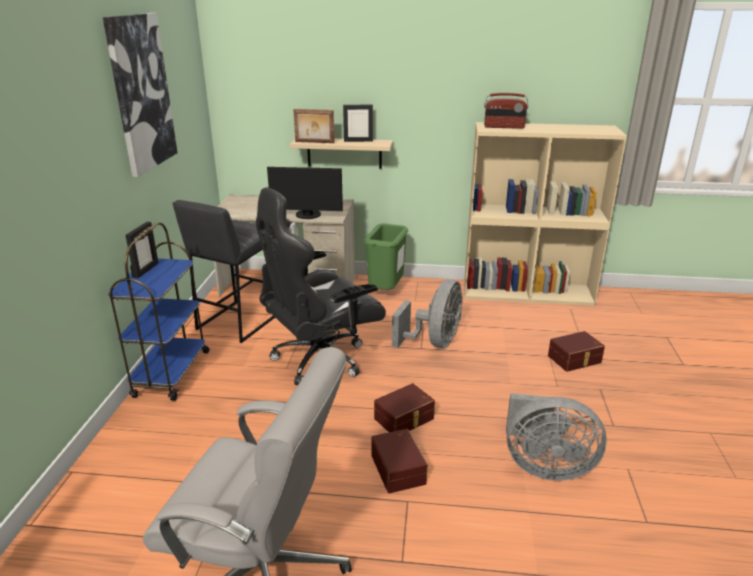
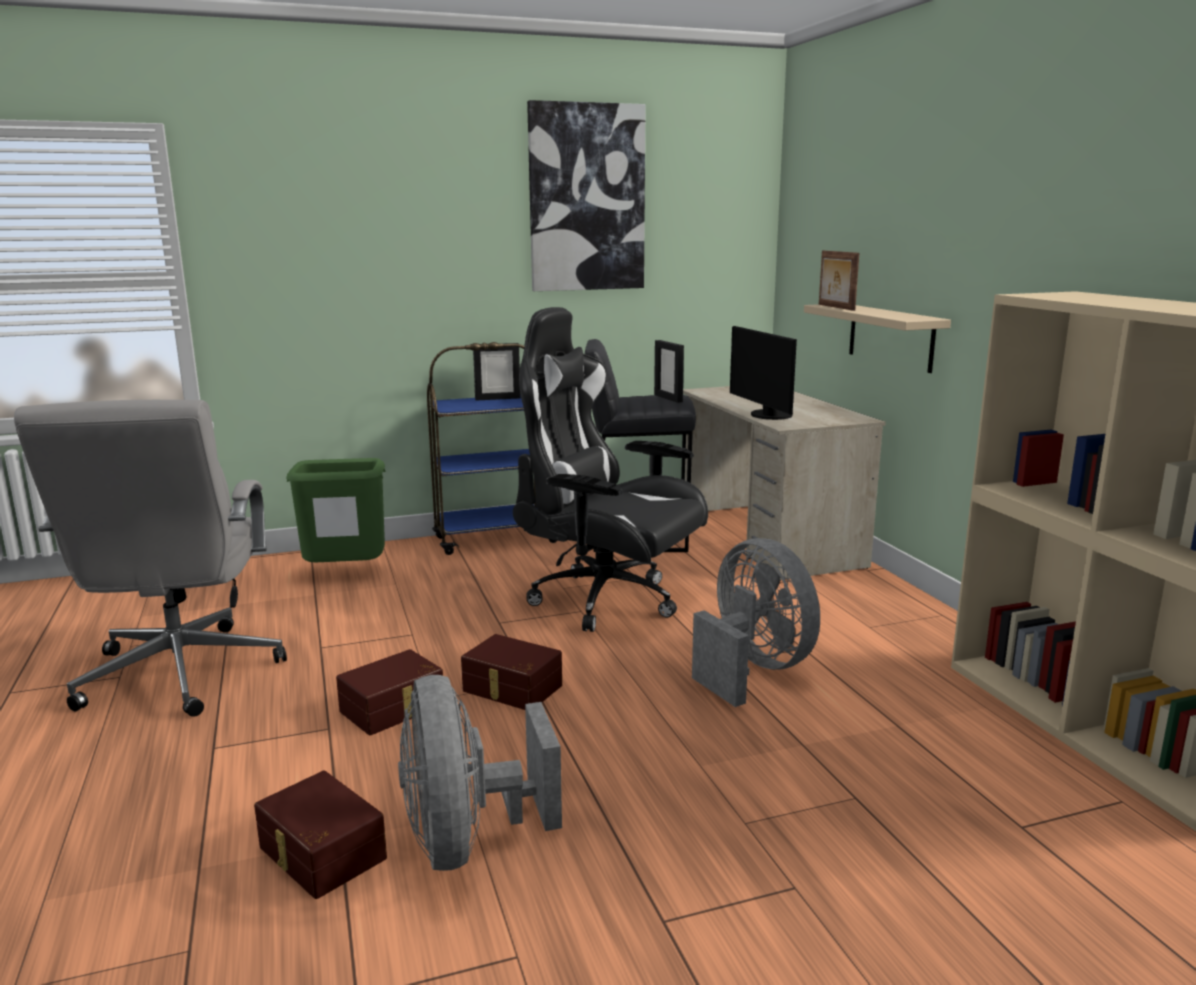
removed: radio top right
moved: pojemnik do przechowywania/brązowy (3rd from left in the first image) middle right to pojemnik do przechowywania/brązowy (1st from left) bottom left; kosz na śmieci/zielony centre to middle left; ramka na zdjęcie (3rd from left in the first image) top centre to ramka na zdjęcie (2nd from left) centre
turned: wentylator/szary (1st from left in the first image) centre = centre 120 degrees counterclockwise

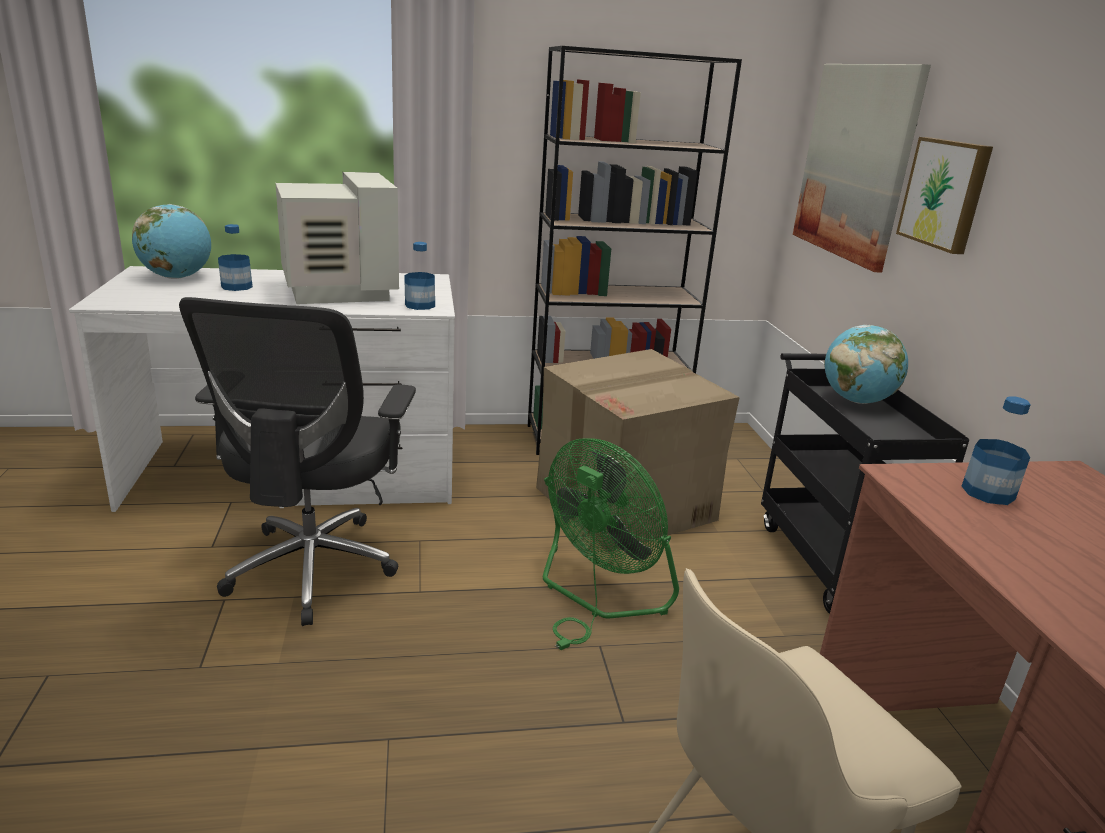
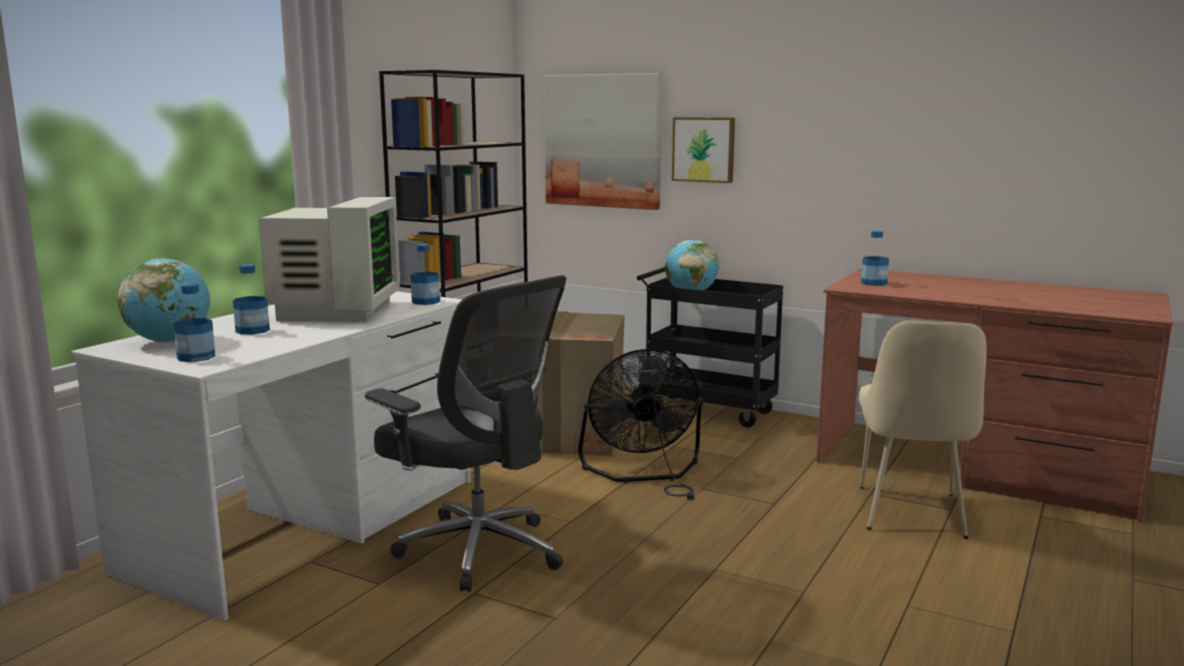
added: butelka (1st from left) middle left
recoloured: wentylator/zielony centre to wentylator/czarny centre
turned: monitor top left = middle left 75 degrees clockwise

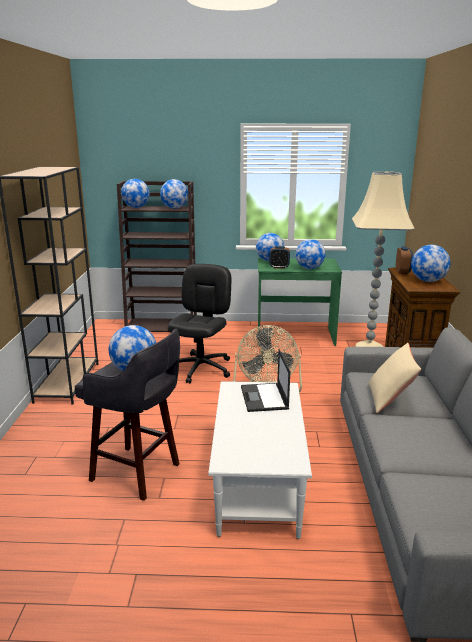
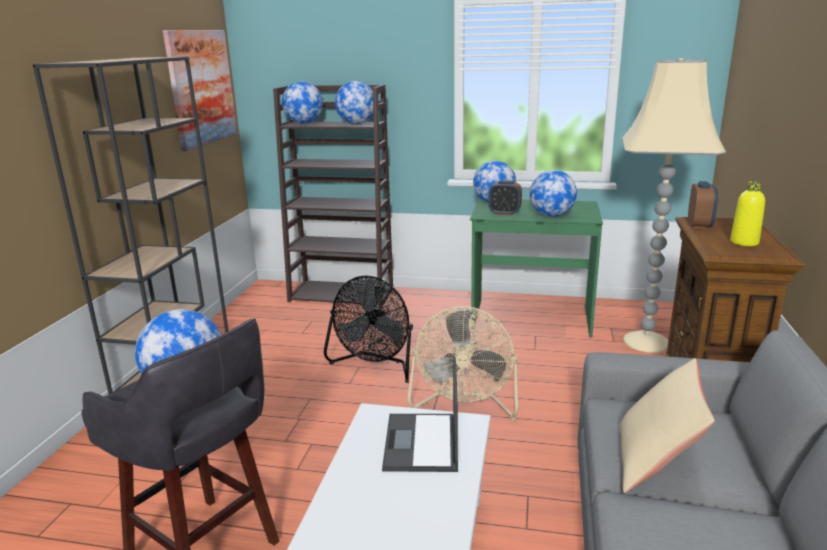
added: obraz top left
replaced: krzesło biurowe/czarny centre to wentylator/czarny centre; globus (6th from left) middle right to butelka/żółty middle right

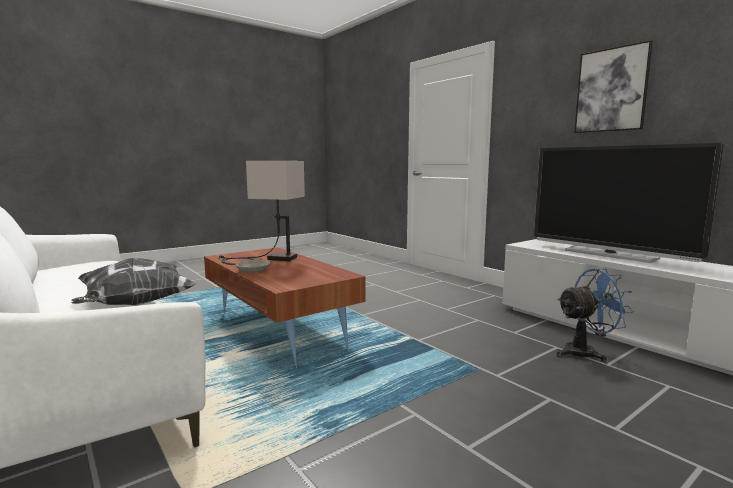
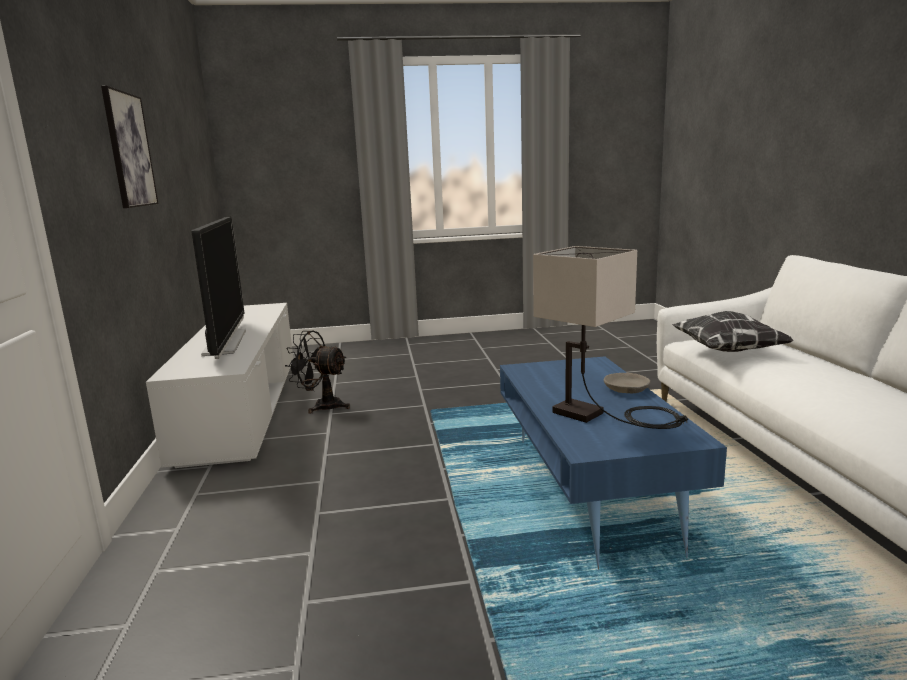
recoloured: wentylator/niebieski middle right to wentylator/czarny centre; ława/brązowy centre to ława/niebieski bottom right

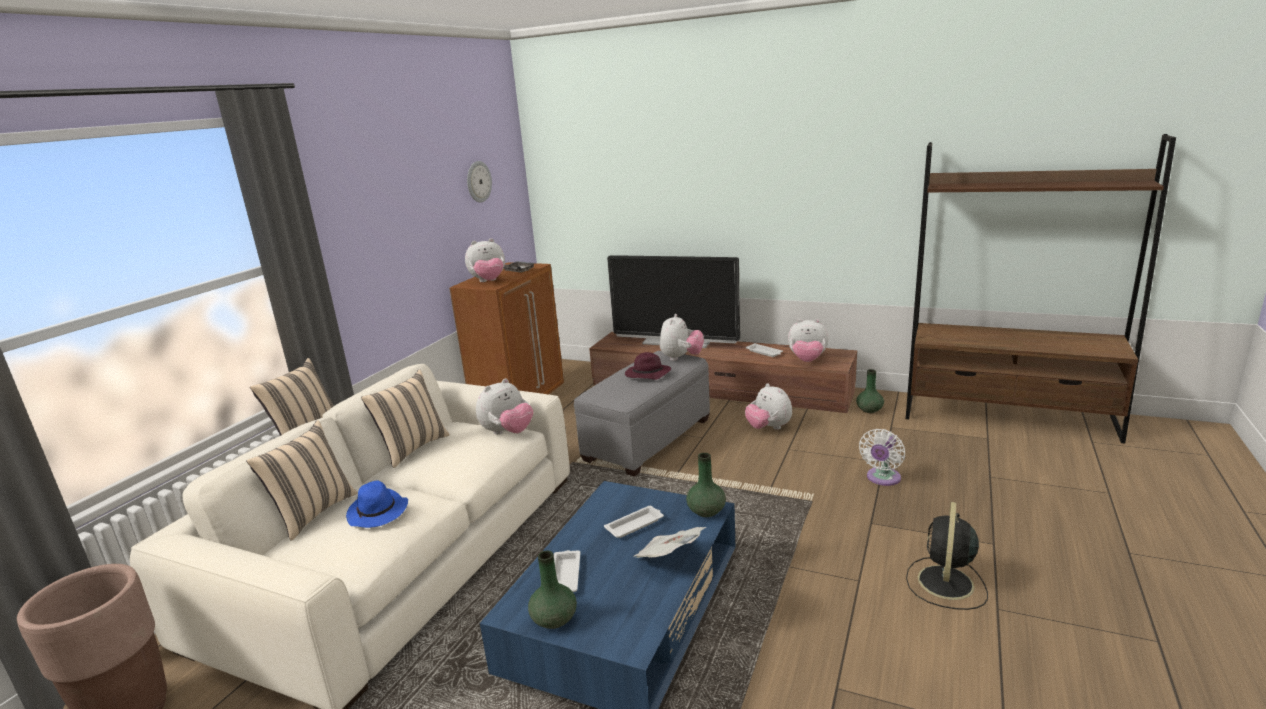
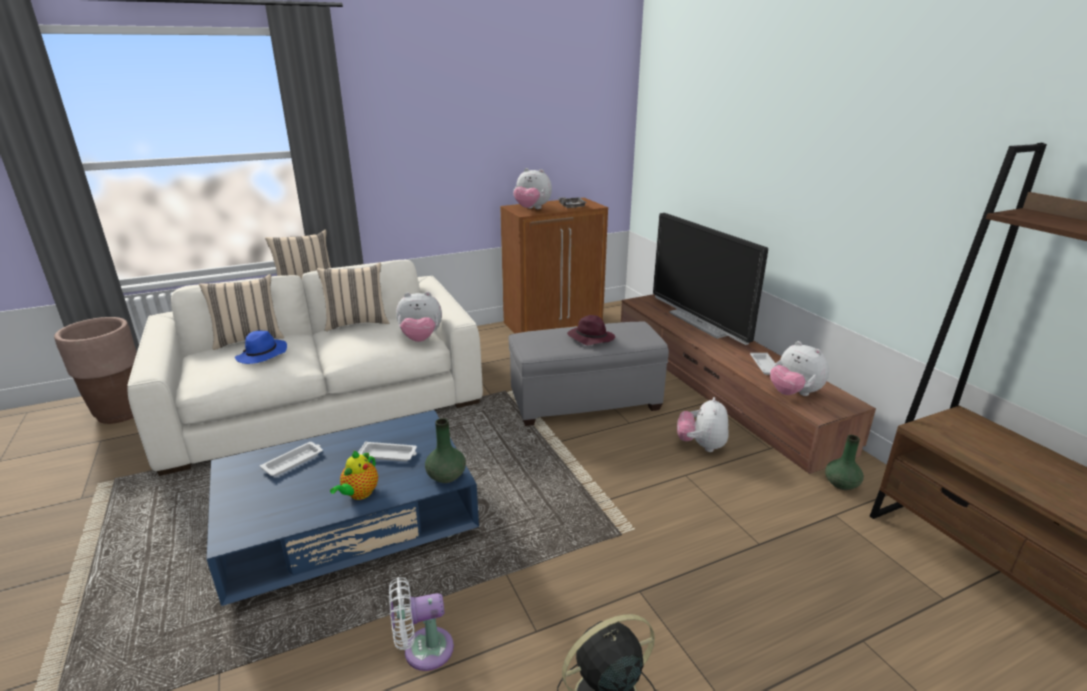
removed: zegar ścienny top centre; wazon/zielony (1st from left) bottom centre; pluszak (3rd from left) centre
moved: wentylator/biały middle right to bottom centre
replaced: gazeta bottom centre to imbryk bottom left

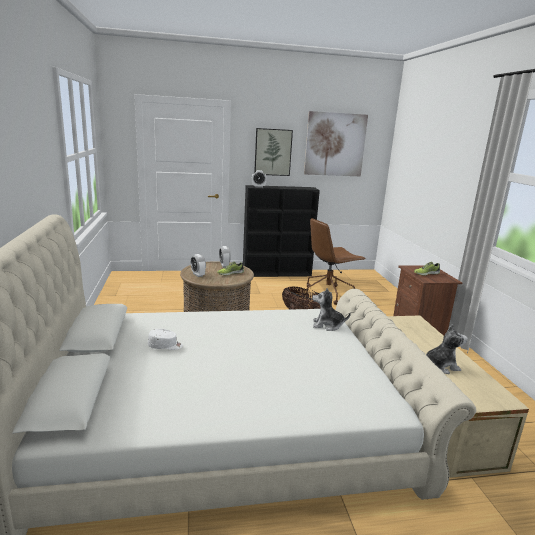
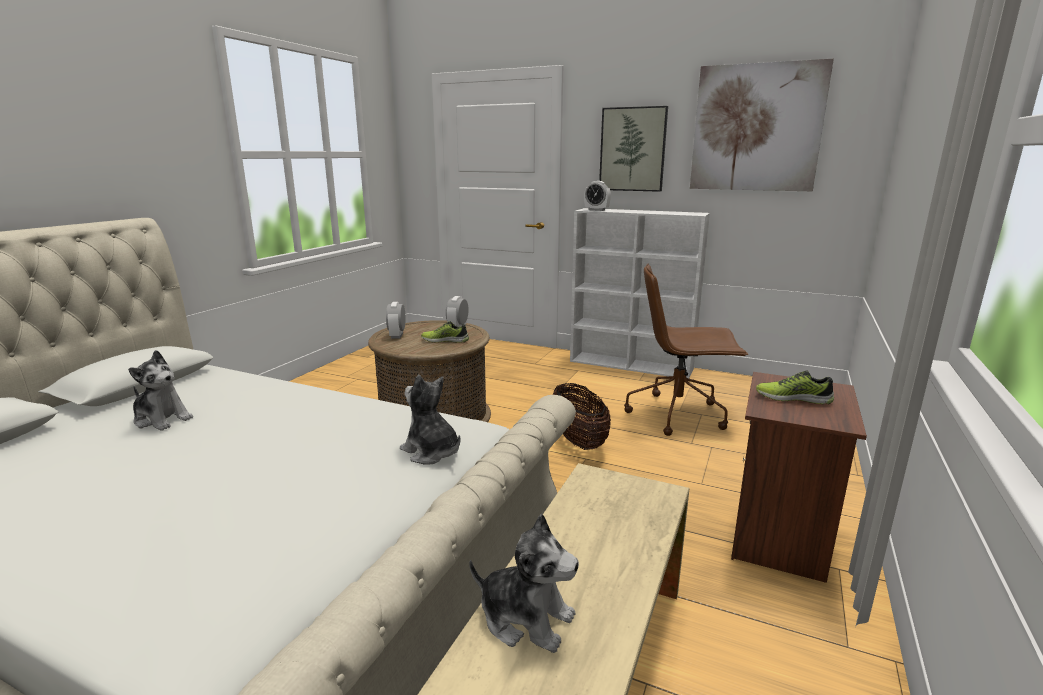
replaced: czapka z daszkiem/biały middle left to pluszak (1st from left) middle left
recoloured: regał/czarny centre to regał/biały centre

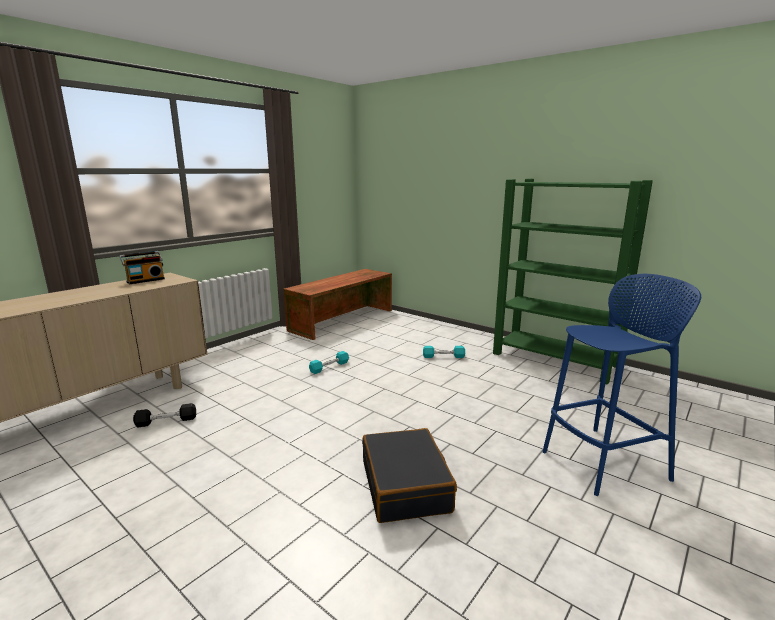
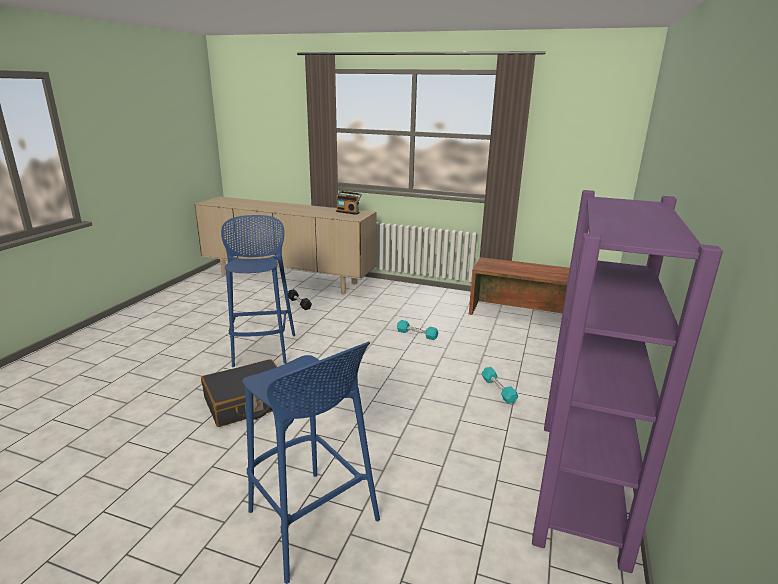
added: stołek/niebieski (1st from left) middle left
recoloured: regał/zielony middle right to regał/fioletowy middle right

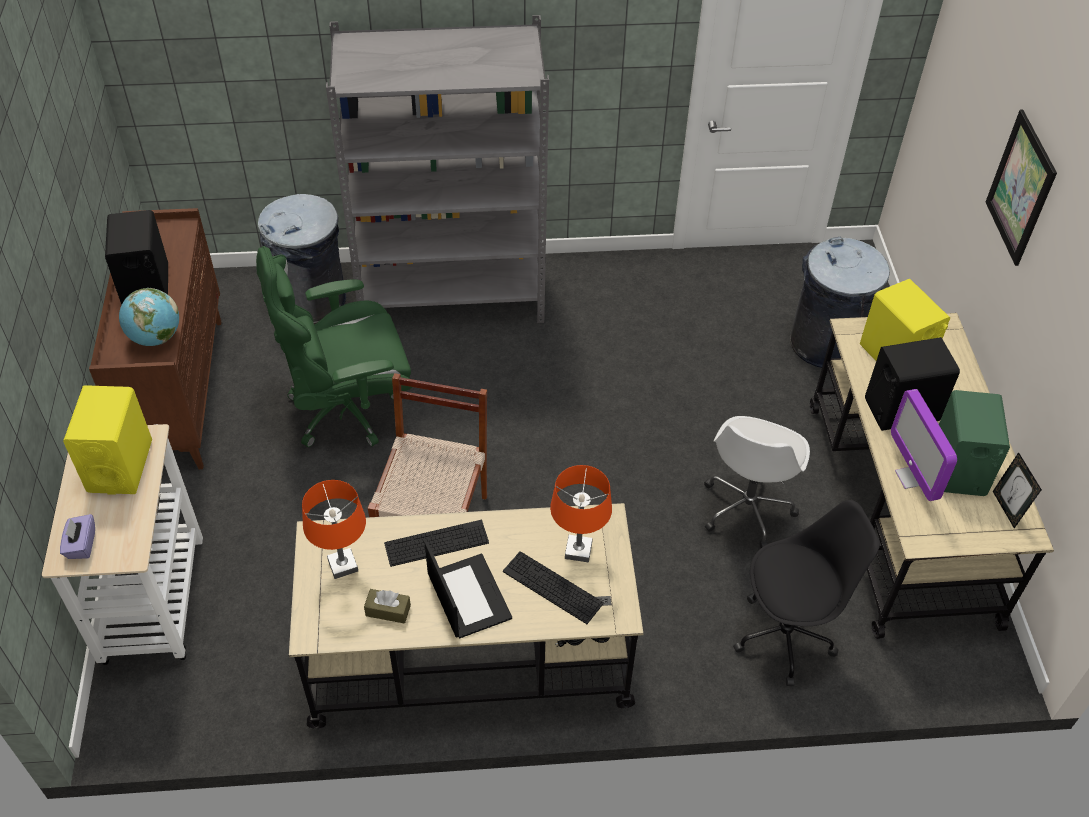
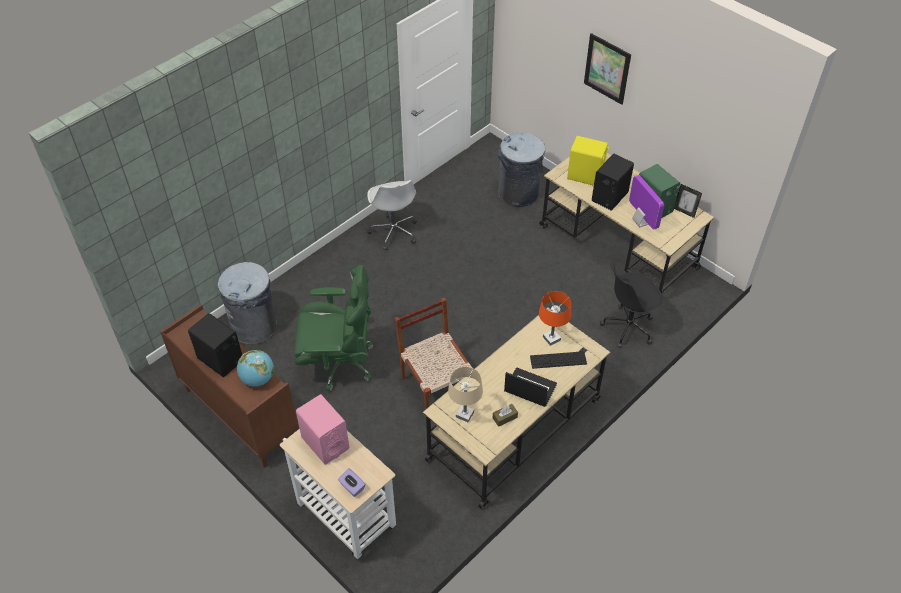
removed: regał/szary top centre; klawiatura (1st from left) centre
moved: krzesło biurowe/biały middle right to centre
recoloured: głośnik/żółty (1st from left) middle left to głośnik/różowy bottom centre; lampa stołowa/pomarańczowy (1st from left) middle left to lampa stołowa/beżowy centre
turned: krzesło biurowe/zielony middle left = centre 120 degrees counterclockwise; krzesło biurowe/czarny bottom right = middle right 150 degrees counterclockwise; monitor middle right = middle right 150 degrees counterclockwise

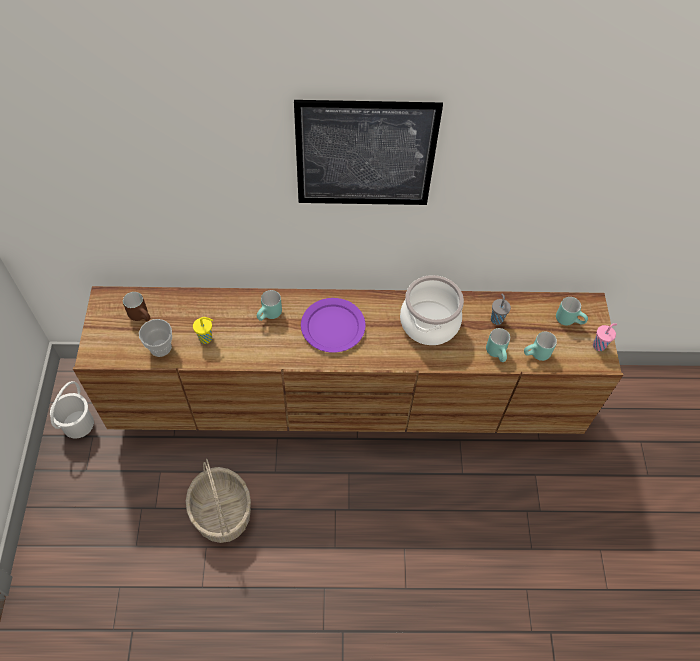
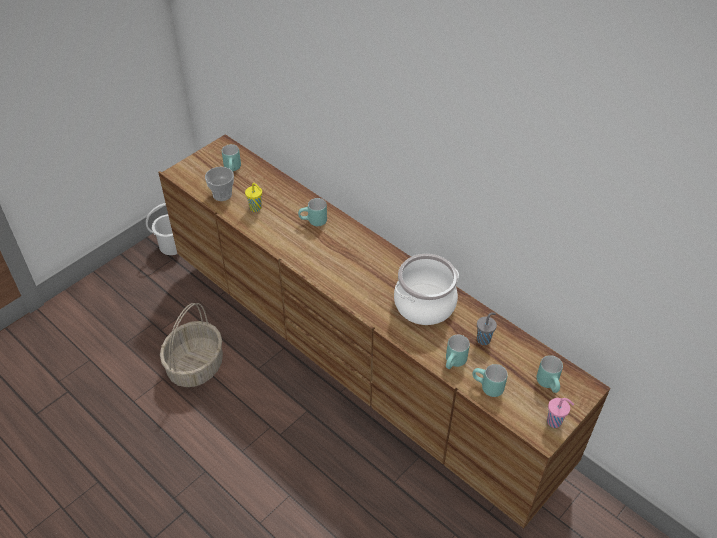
removed: obraz top centre; talerz/fioletowy centre
recoloured: kubek/brązowy middle left to kubek/turkusowy (1st from left) top left

